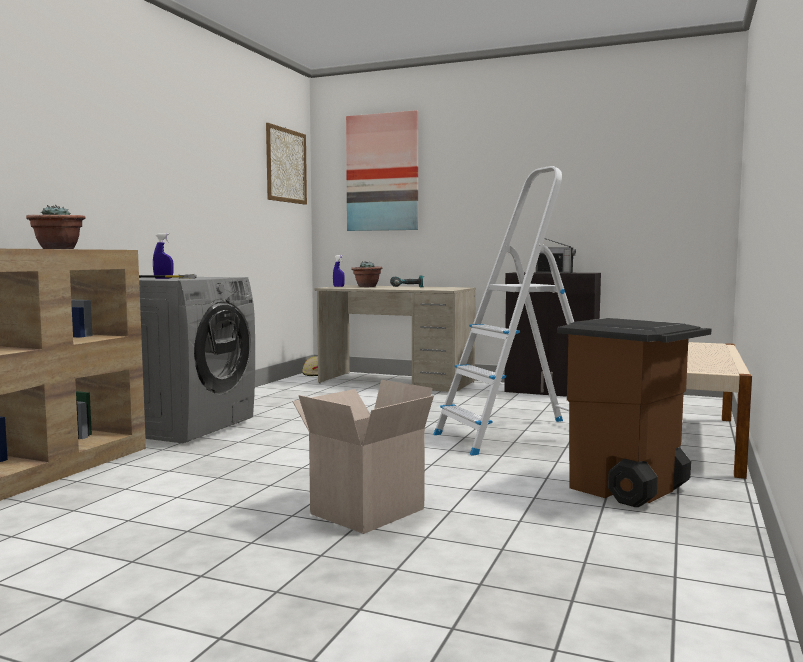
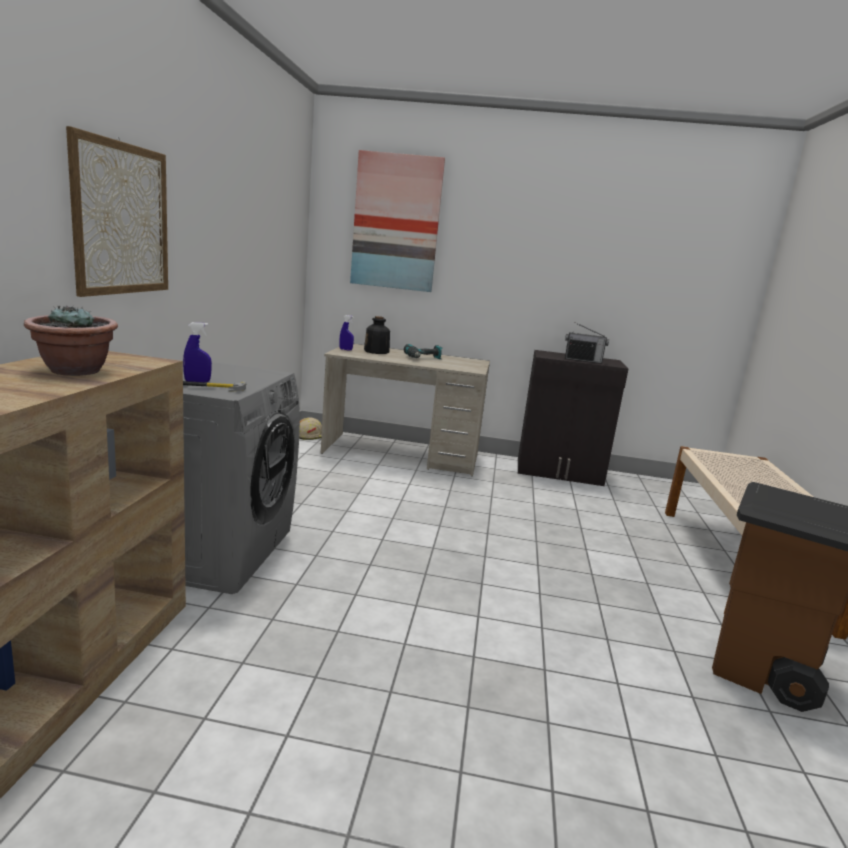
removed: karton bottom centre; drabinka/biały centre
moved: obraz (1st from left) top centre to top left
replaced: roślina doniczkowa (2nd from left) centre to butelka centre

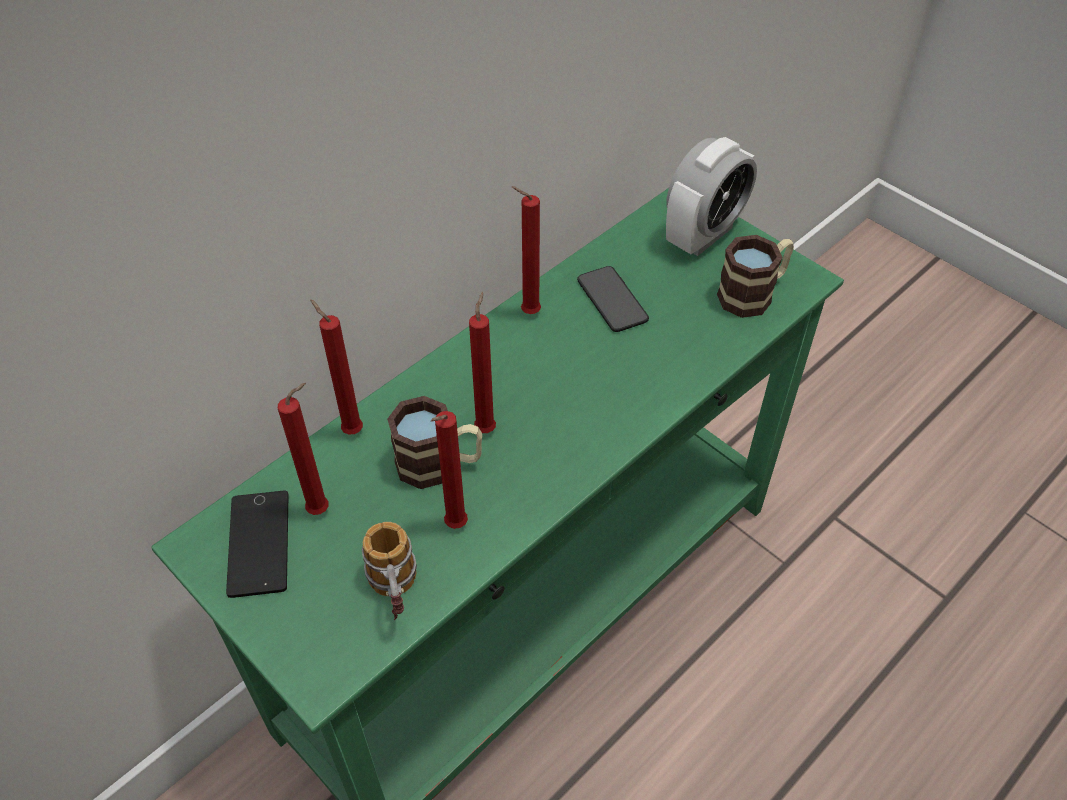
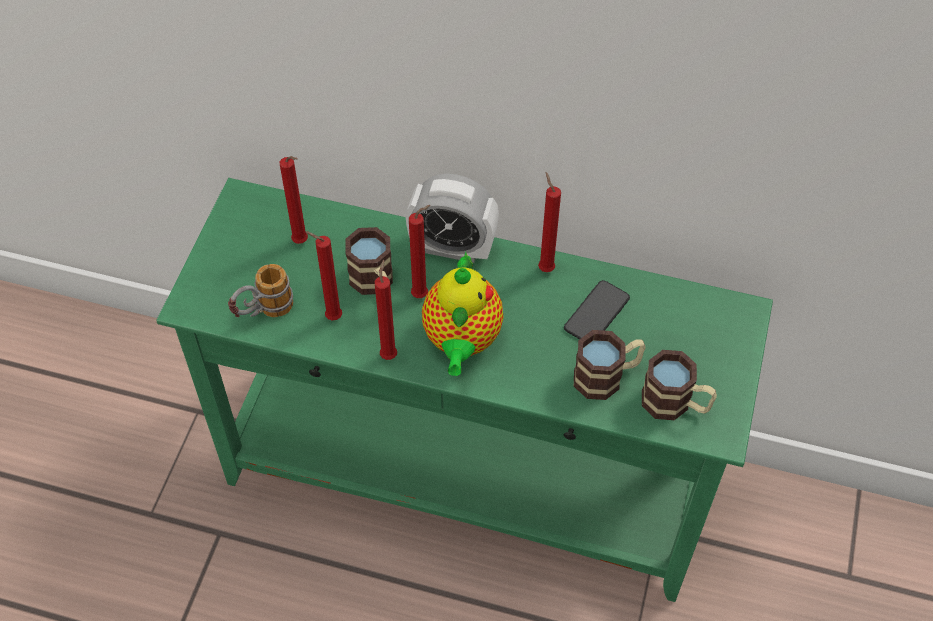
removed: telefon (1st from left) bottom left
added: imbryk centre; kubek (3rd from left) centre
moved: świeca/czerwony (2nd from left in the first image) middle left to świeca/czerwony (3rd from left) centre; budzik top centre to centre

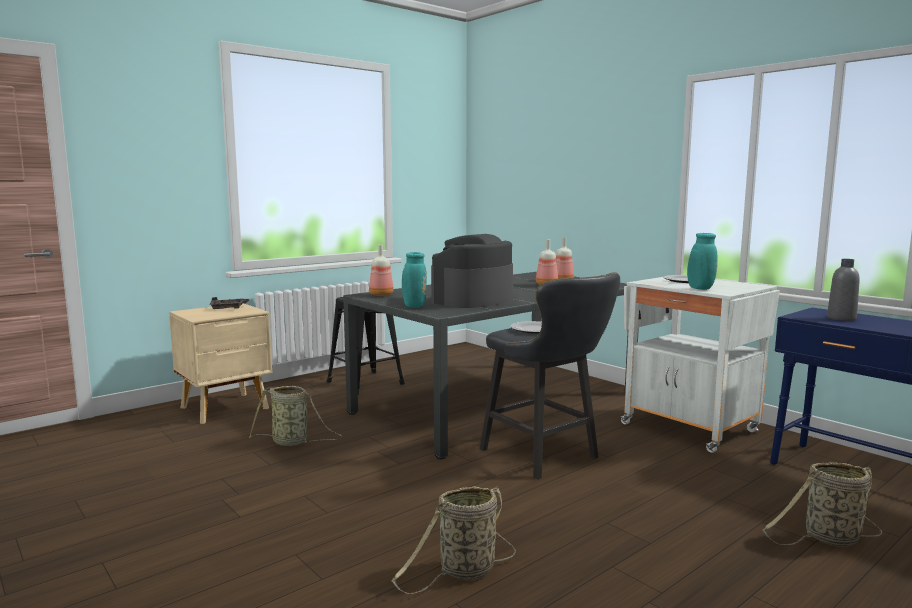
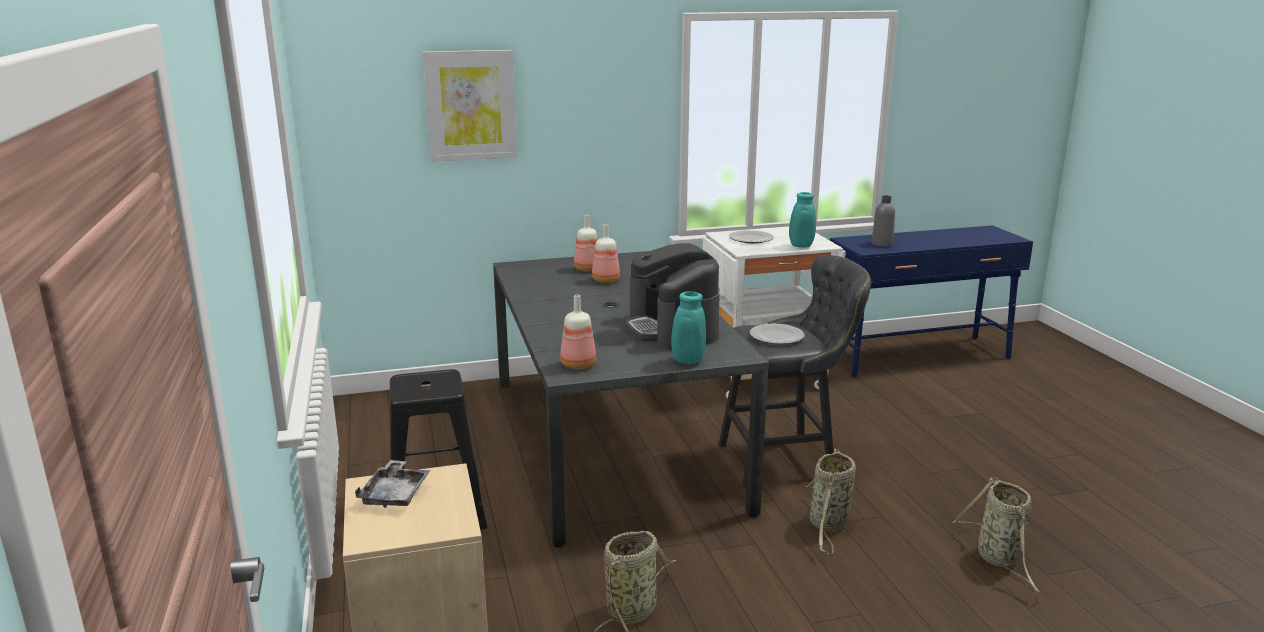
added: obraz top centre
moved: koszyk (3rd from left in the first image) bottom right to koszyk (2nd from left) bottom centre

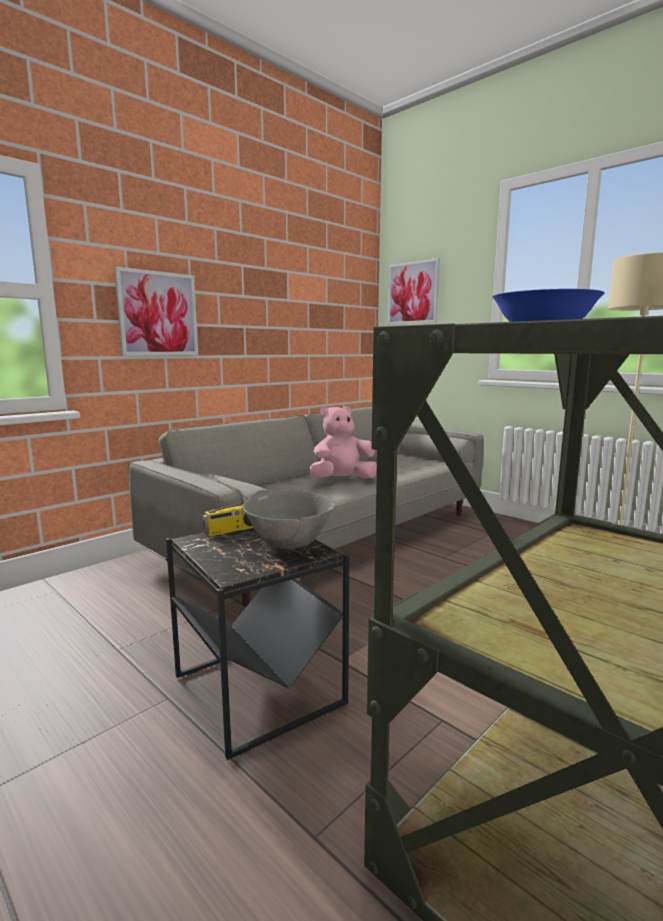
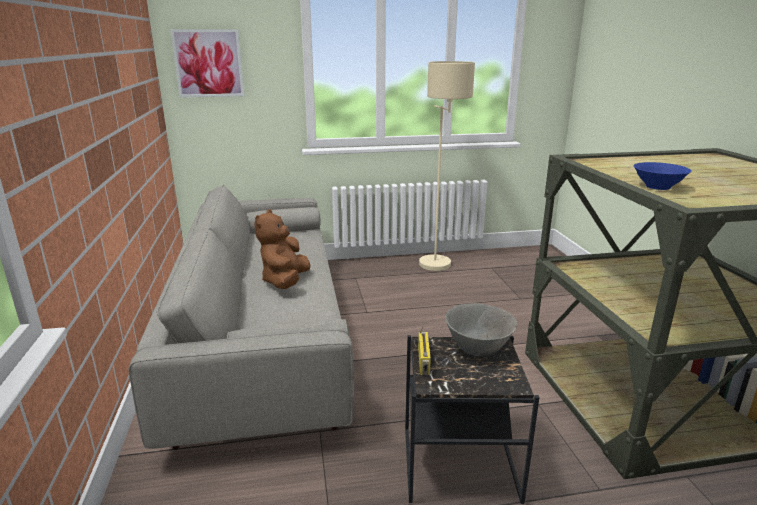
removed: obraz (1st from left) middle left
recoloured: pluszak/różowy centre to pluszak/brązowy centre

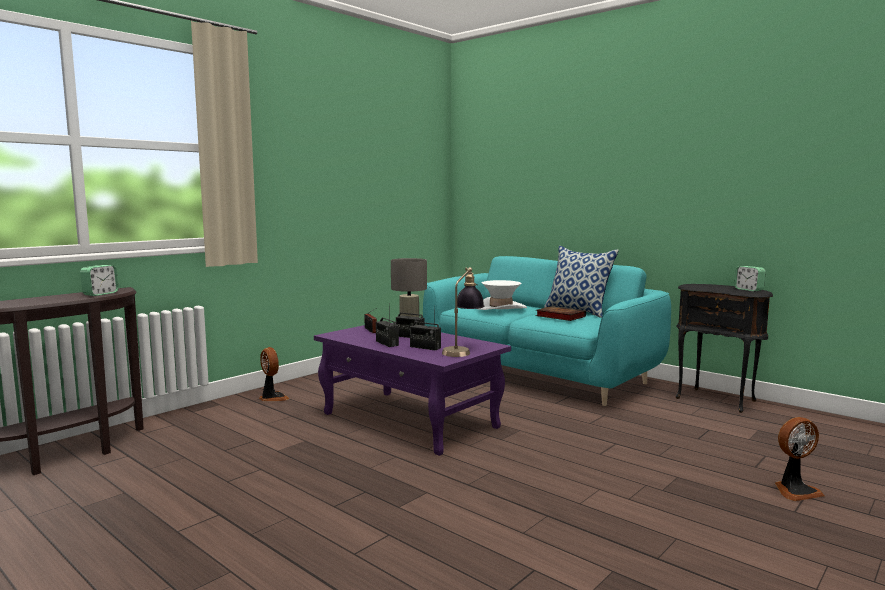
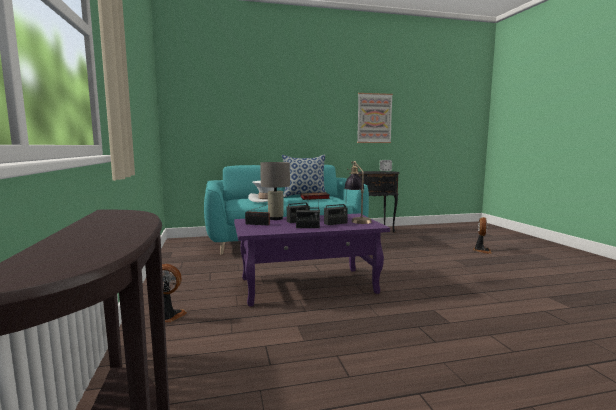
removed: budzik (1st from left) middle left
added: obraz top centre

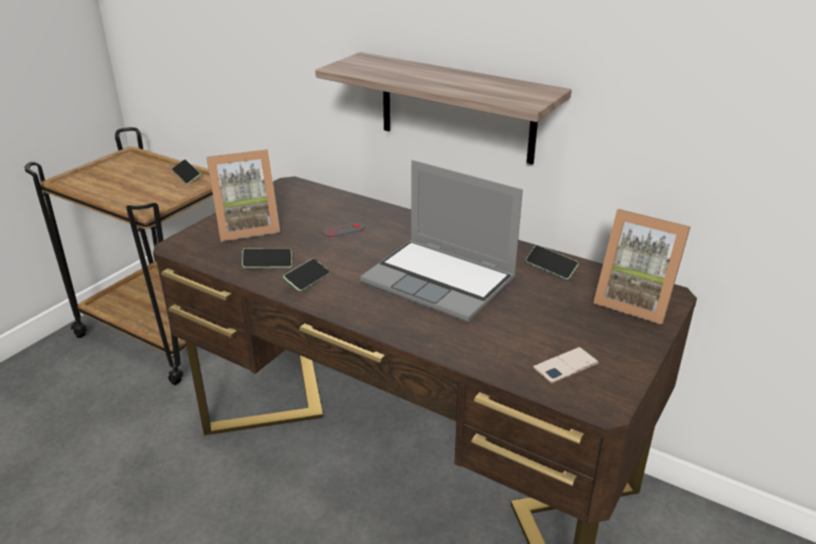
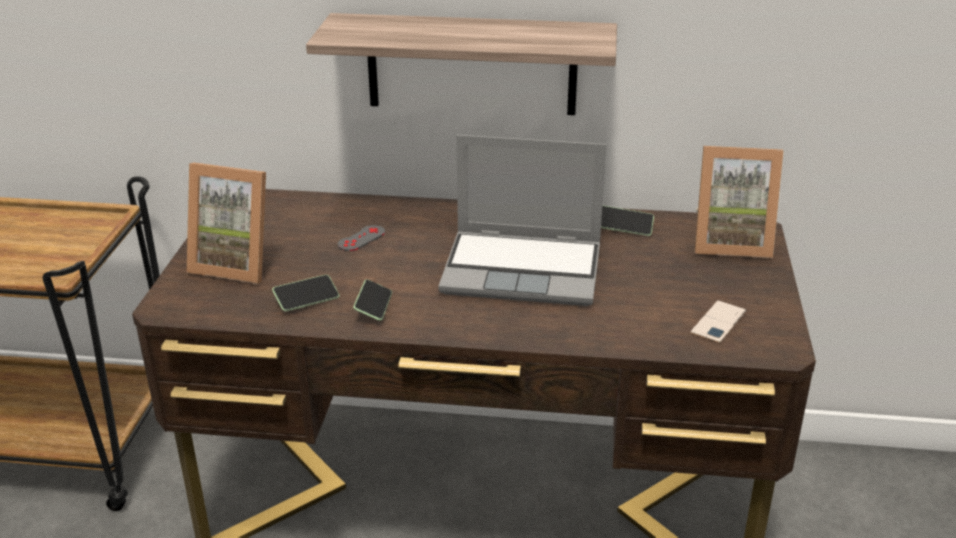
removed: telefon (1st from left) top left
turned: ramka na zdjęcie (1st from left) middle left = middle left 60 degrees clockwise

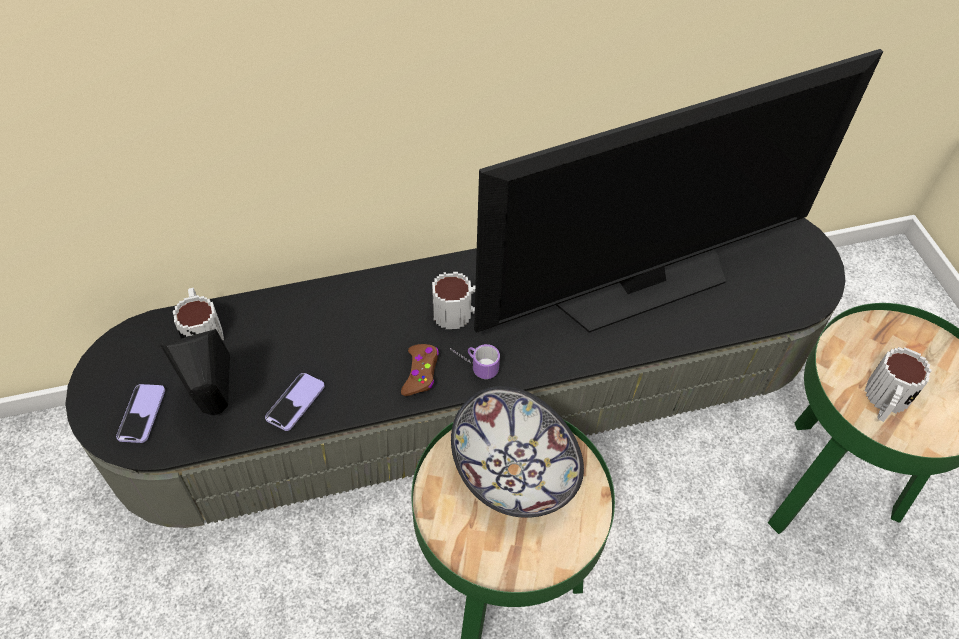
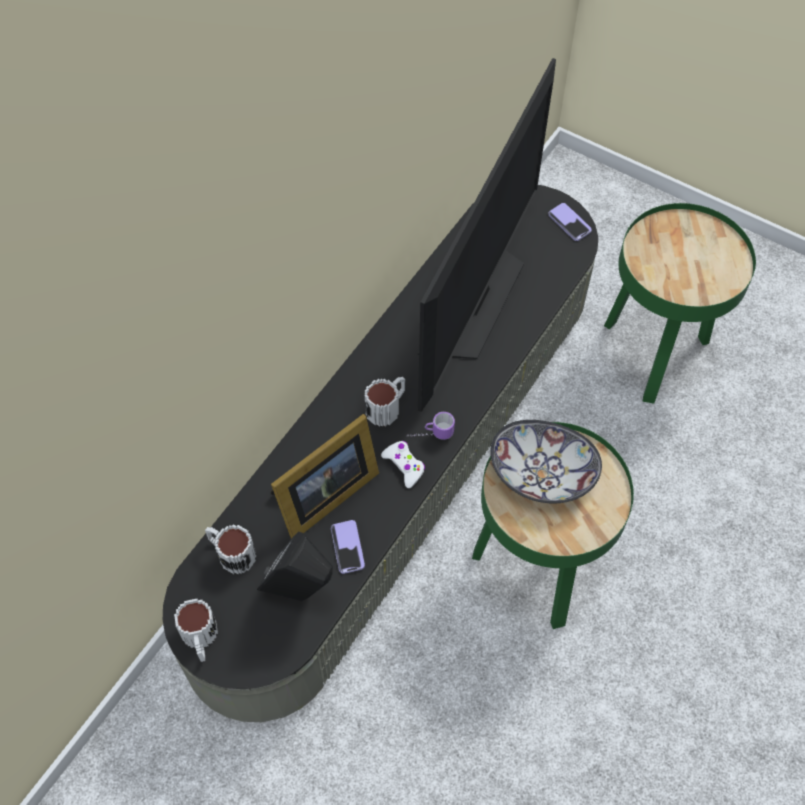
added: ramka na zdjęcie centre
moved: kubek (4th from left in the first image) middle right to kubek (1st from left) bottom left; telefon (1st from left in the first image) middle left to telefon (2nd from left) top right
recoloured: pad do gier/brązowy centre to pad do gier/biały centre

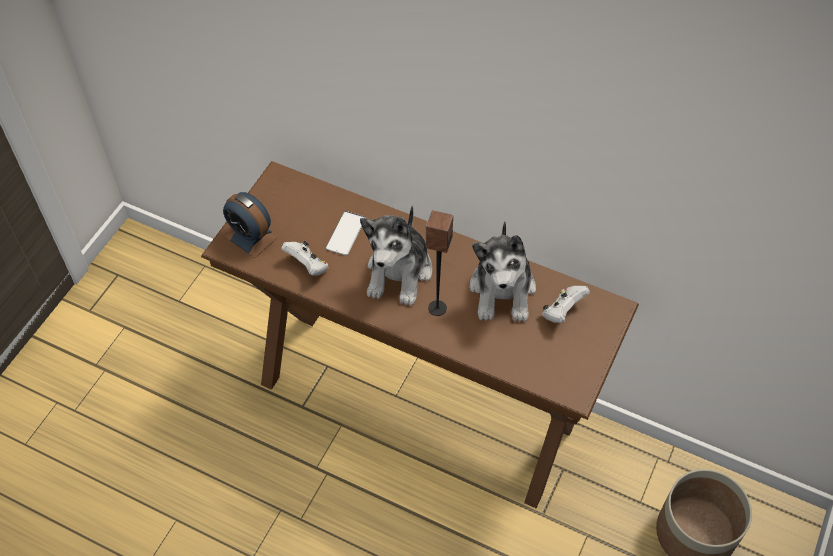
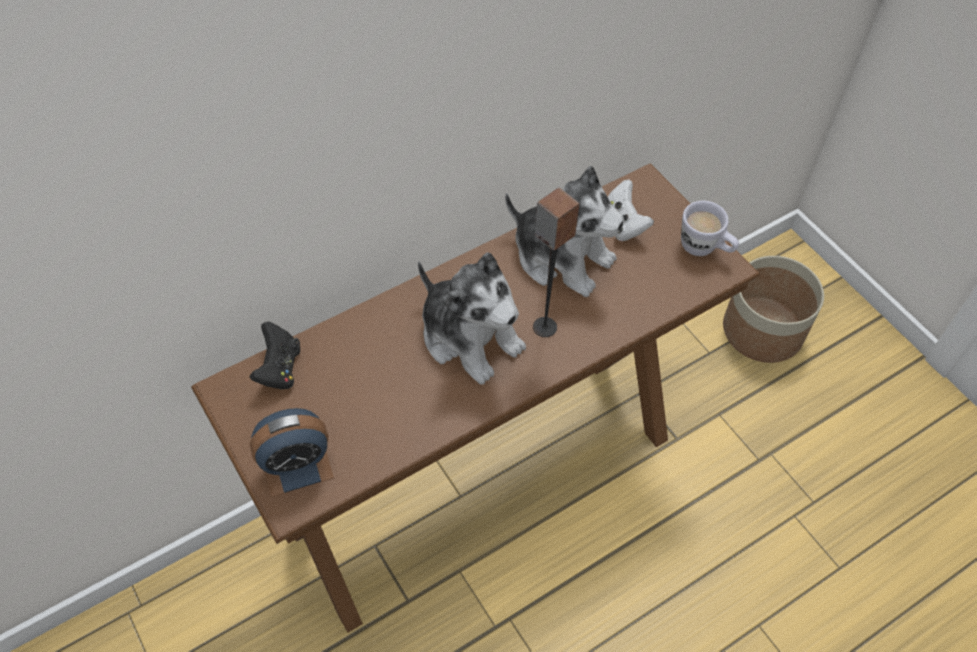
removed: pad do gier/biały (1st from left) centre; telefon centre
added: pad do gier/czarny middle left; kubek/biały middle right

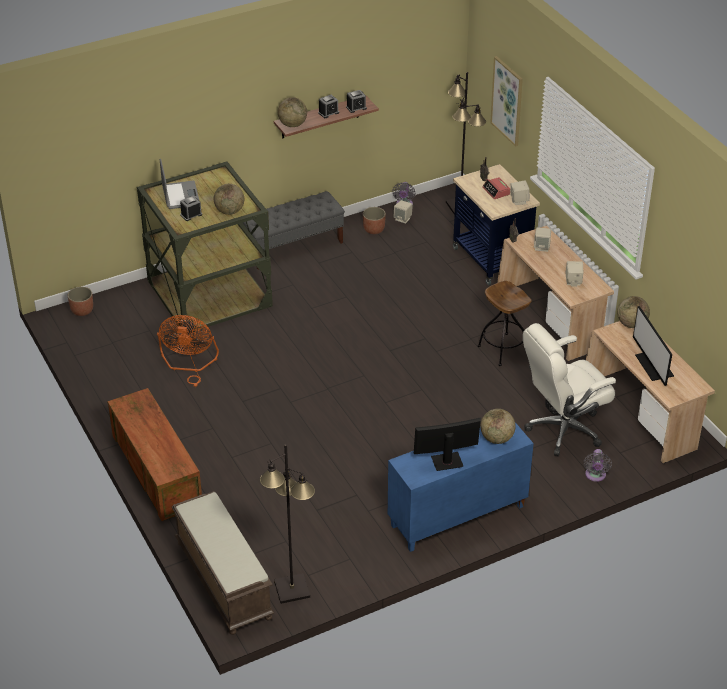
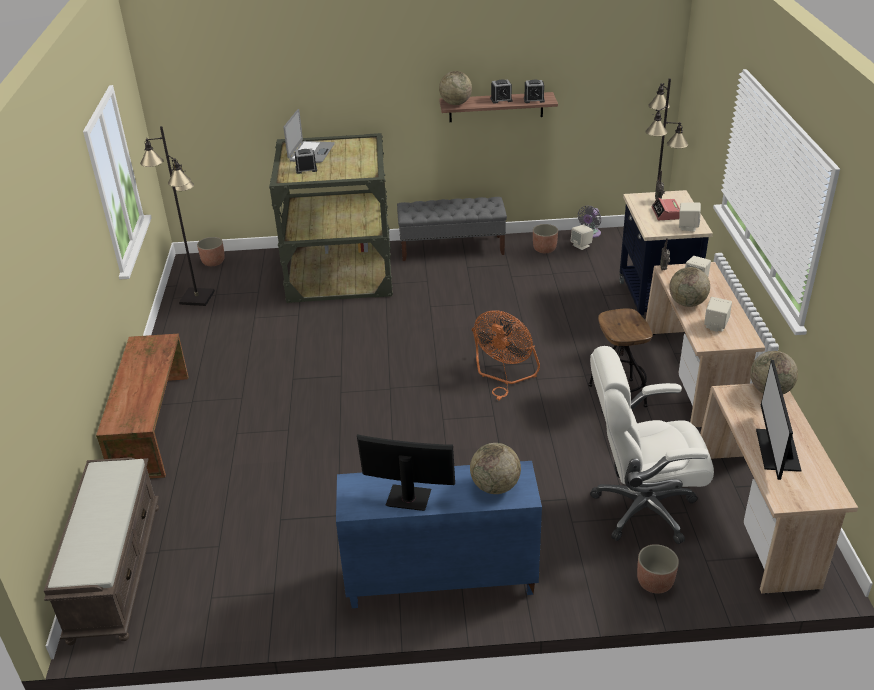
removed: obraz top right
moved: lampa stojąca/czarny (1st from left) bottom centre to top left; wentylator/pomarańczowy middle left to centre; globus (1st from left in the first image) top left to globus (3rd from left) middle right
replaced: wentylator/szary (2nd from left) bottom right to donica (3rd from left) bottom right

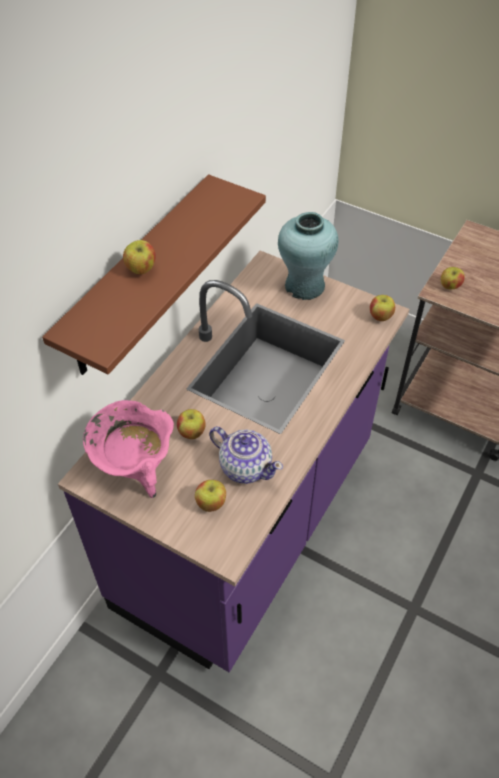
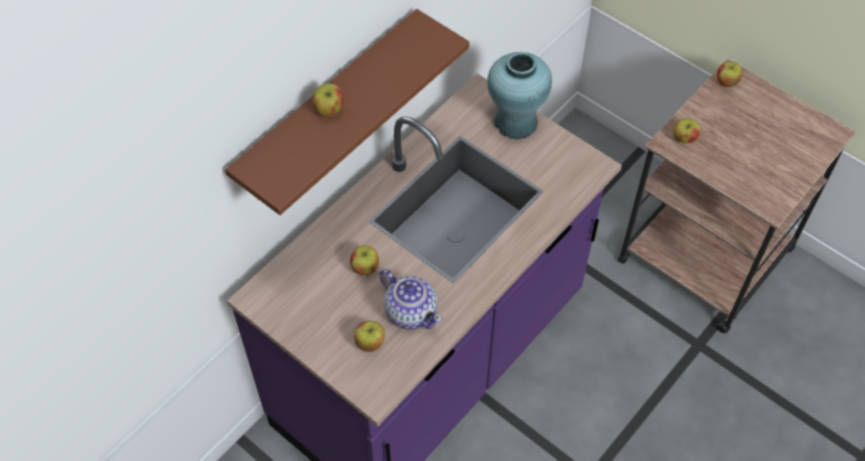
removed: garnek/różowy middle left
moved: jabłko (4th from left in the first image) middle right to jabłko (5th from left) top right

